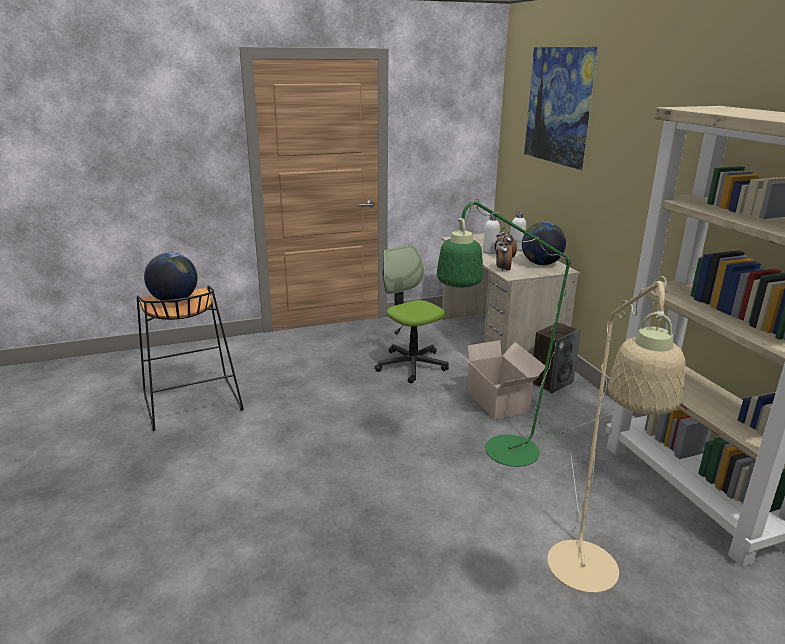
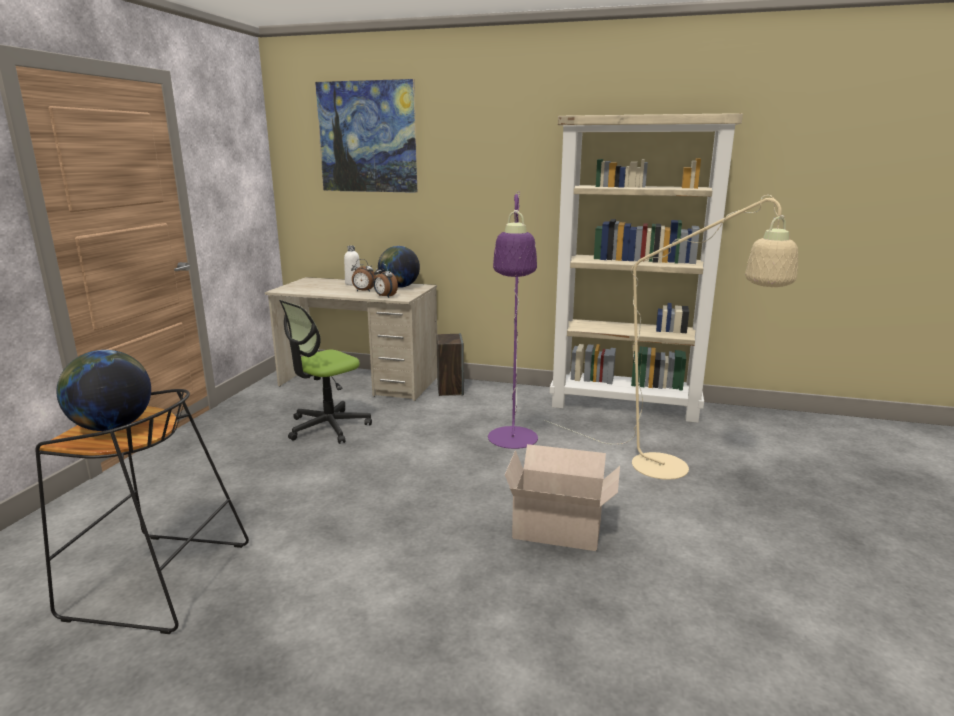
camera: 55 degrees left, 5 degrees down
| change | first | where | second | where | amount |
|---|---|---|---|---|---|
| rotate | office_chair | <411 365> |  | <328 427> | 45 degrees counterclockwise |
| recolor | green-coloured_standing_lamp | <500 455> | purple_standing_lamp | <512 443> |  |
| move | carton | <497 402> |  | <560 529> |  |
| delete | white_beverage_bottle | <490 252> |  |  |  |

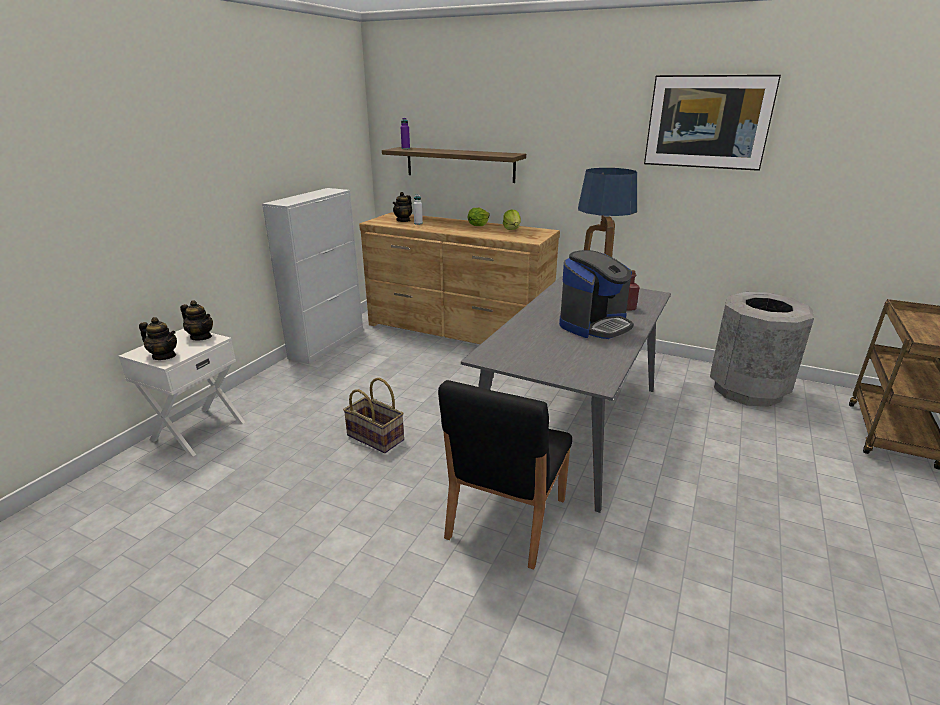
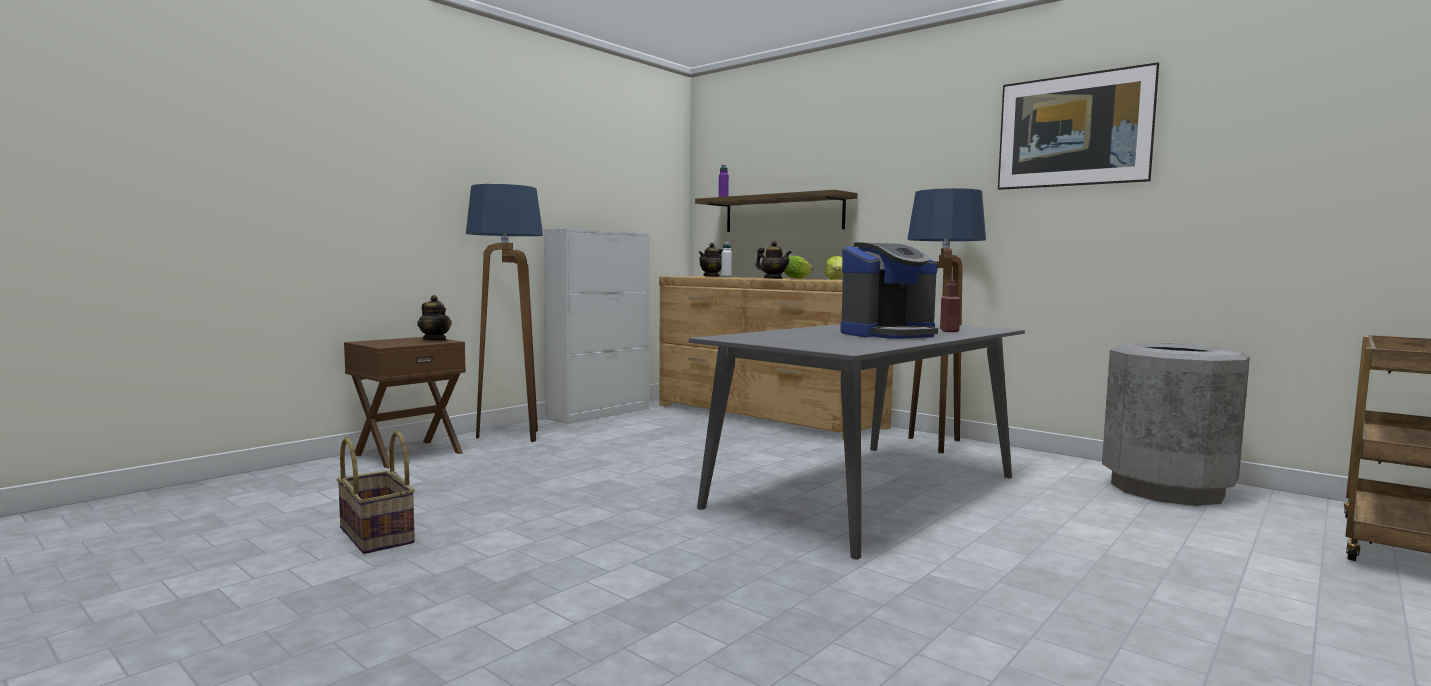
camera: 15 degrees right, 20 degrees down
| change | first | where | second | where | amount |
|---|---|---|---|---|---|
| move | household_basket | <376 437> |  | <378 535> |  |
| recolor | white_bedside_table | <197 430> | brownish_bedside_table | <408 453> |  |
| insert |  |  | standing_lamp | <508 437> |  |
| move | tea_pot | <164 356> |  | <773 278> |  |
| delete | black-coloured_chair | <505 519> |  |  |  |

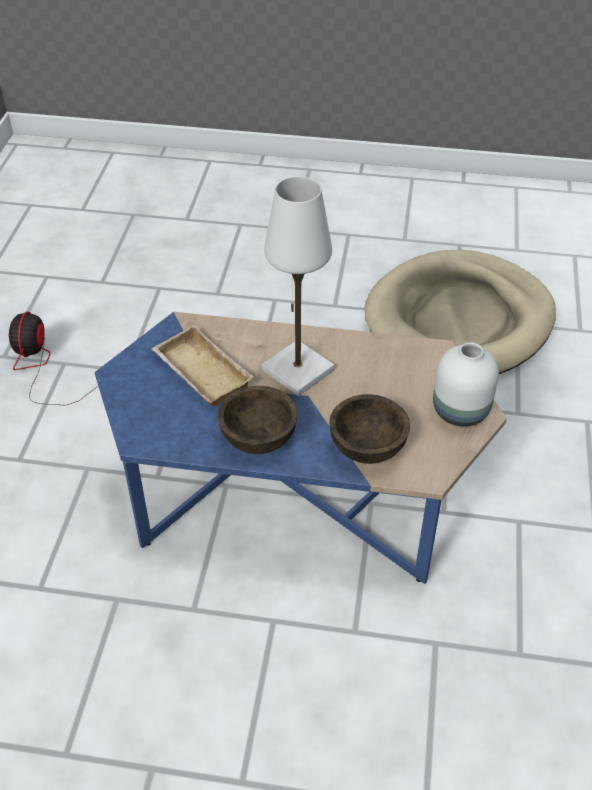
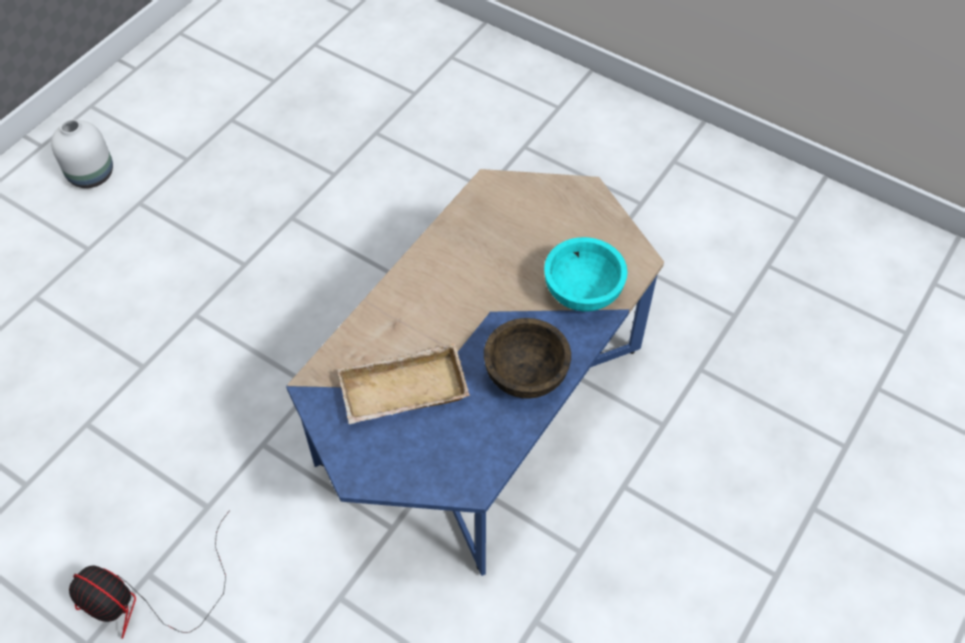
camera: 65 degrees left, 10 degrees up
| change | first | where | second | where | amount |
|---|---|---|---|---|---|
| move | white_decorative_vase | <458 410> |  | <90 175> |  |
| recolor | brownish_deep_dish | <368 447> | turquoise-coloured_deep_dish | <583 291> |  |
| delete | white_tabletop_lamp | <297 370> |  |  |  |
| delete | sand-coloured_dog_bed | <459 320> |  |  |  |

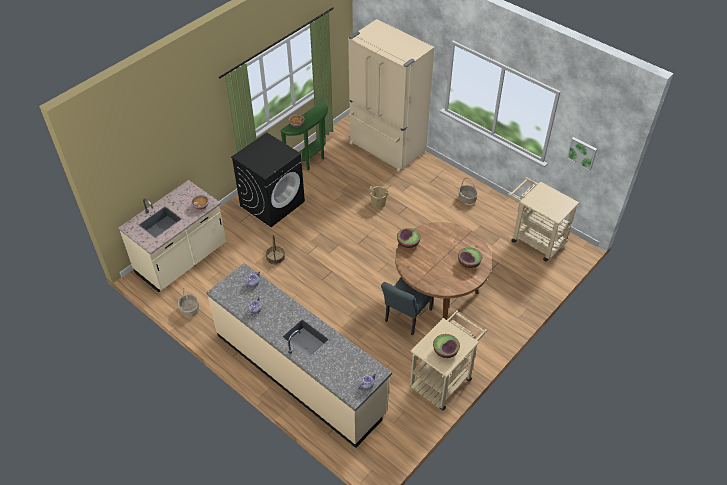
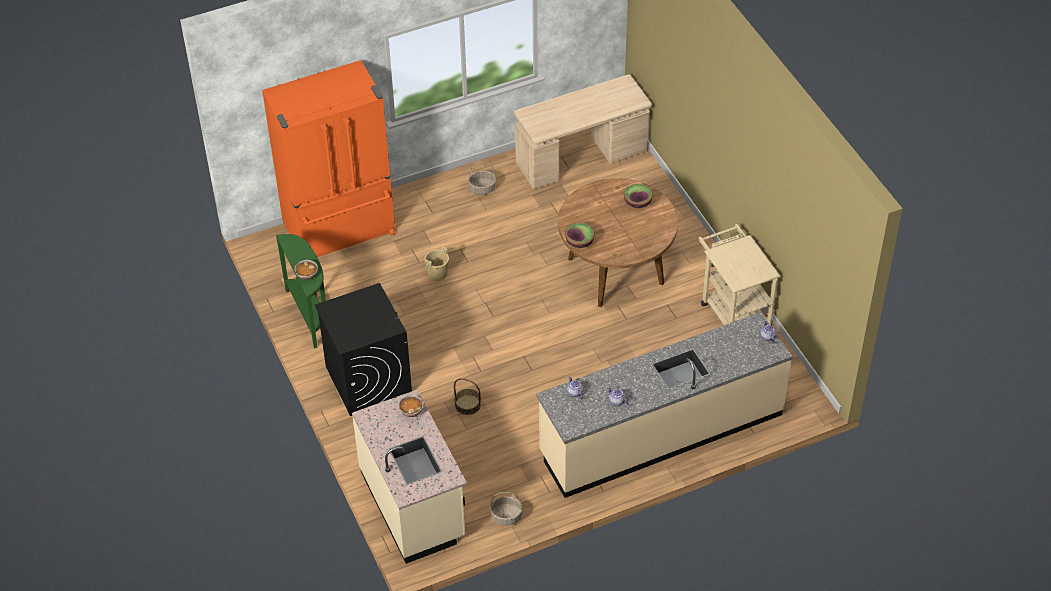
camera: 65 degrees left, 0 degrees up
| change | first | where | second | where | amount |
|---|---|---|---|---|---|
| recolor | sand-coloured_refrigerator | <386 148> | orange_refrigerator | <340 230> |  |
| replace | sand-coloured_wheeled_cart | <534 239> | sand-coloured_desk_table | <581 158> |  |
| delete | gray_chair | <406 318> |  |  |  |
| delete | deep_dish | <445 351> |  |  |  |
| delete | picture | <582 153> |  |  |  |

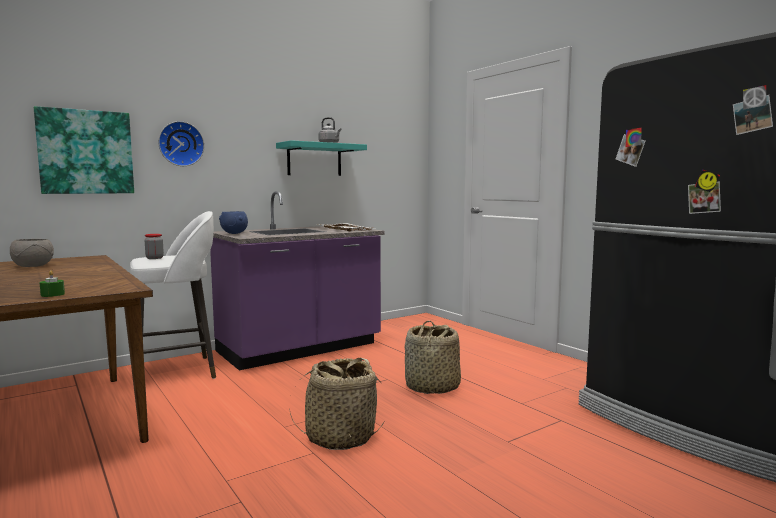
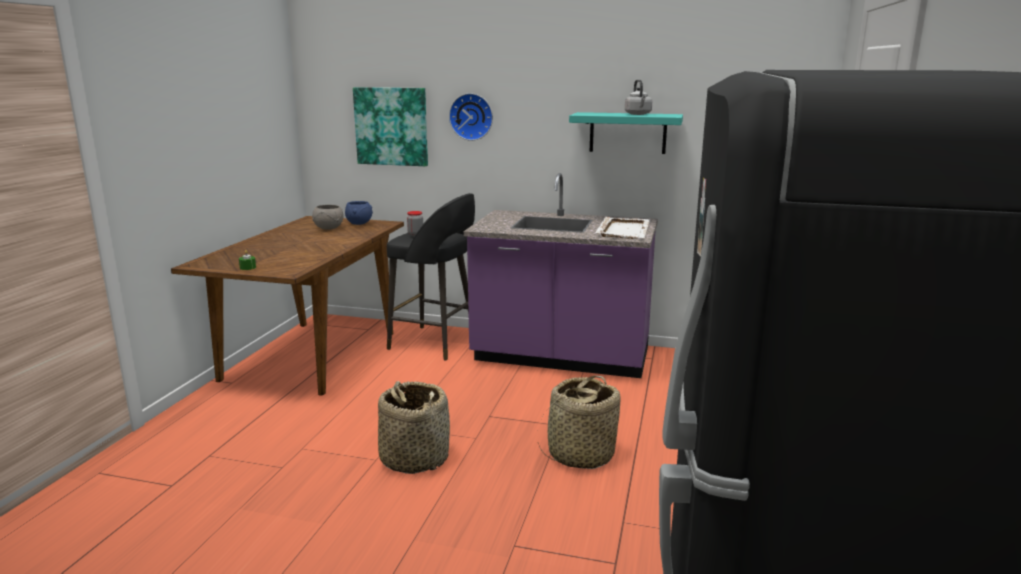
camera: 50 degrees right, 10 degrees up
| change | first | where | second | where | amount |
|---|---|---|---|---|---|
| move | bluish_deep_dish | <233 233> |  | <359 224> |  |
| recolor | white_stool | <178 372> | black-coloured_stool | <435 343> |  |

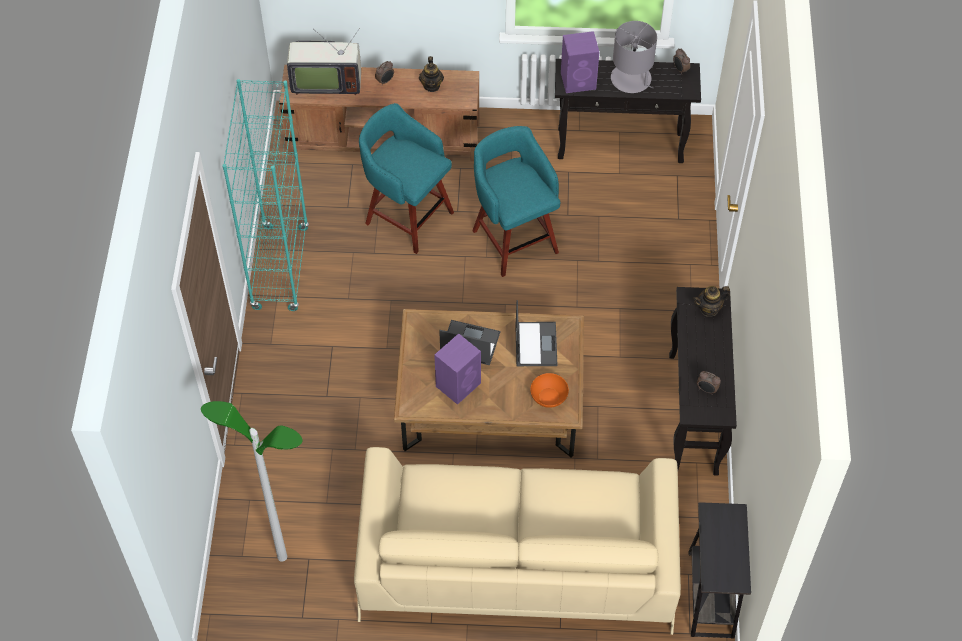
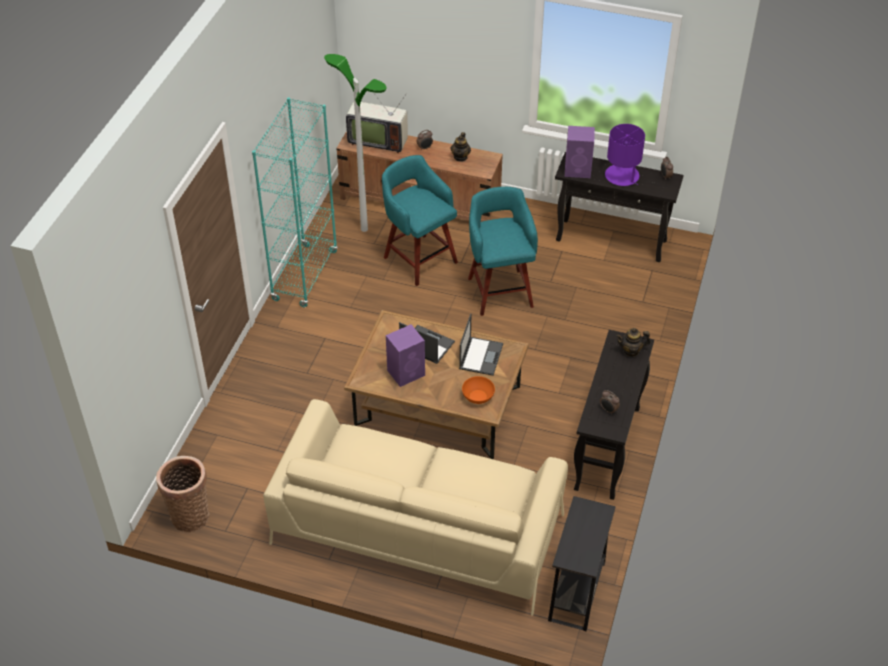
camera: 15 degrees right, 10 degrees down
| change | first | where | second | where | amount |
|---|---|---|---|---|---|
| insert |  |  | household_basket | <190 514> |  |
| move | standing_lamp | <282 557> |  | <364 229> |  |
| recolor | gray_tabletop_lamp | <631 79> | purple_tabletop_lamp | <622 176> |  |

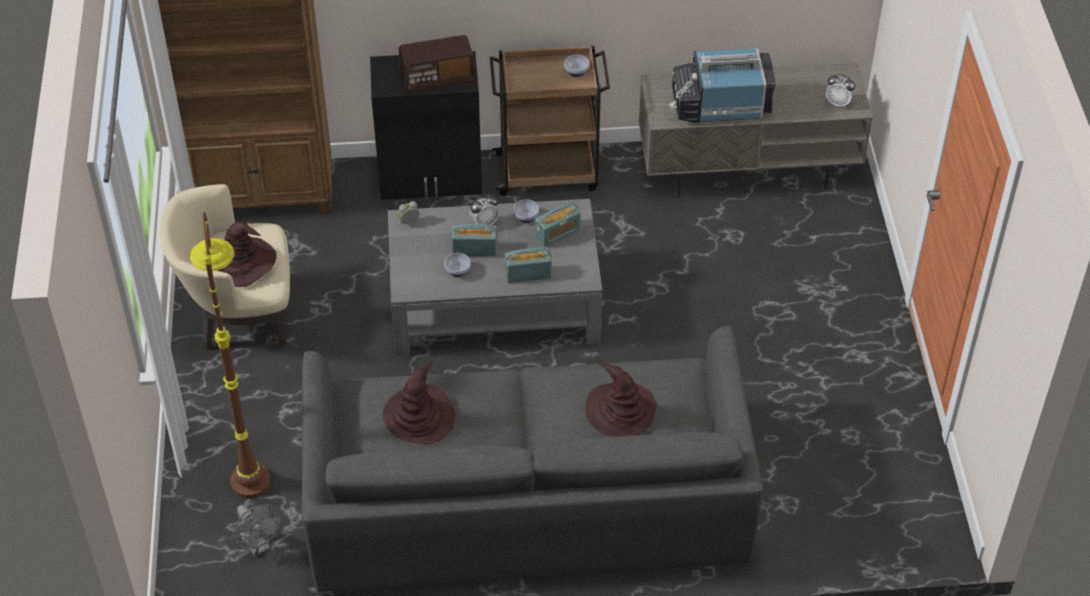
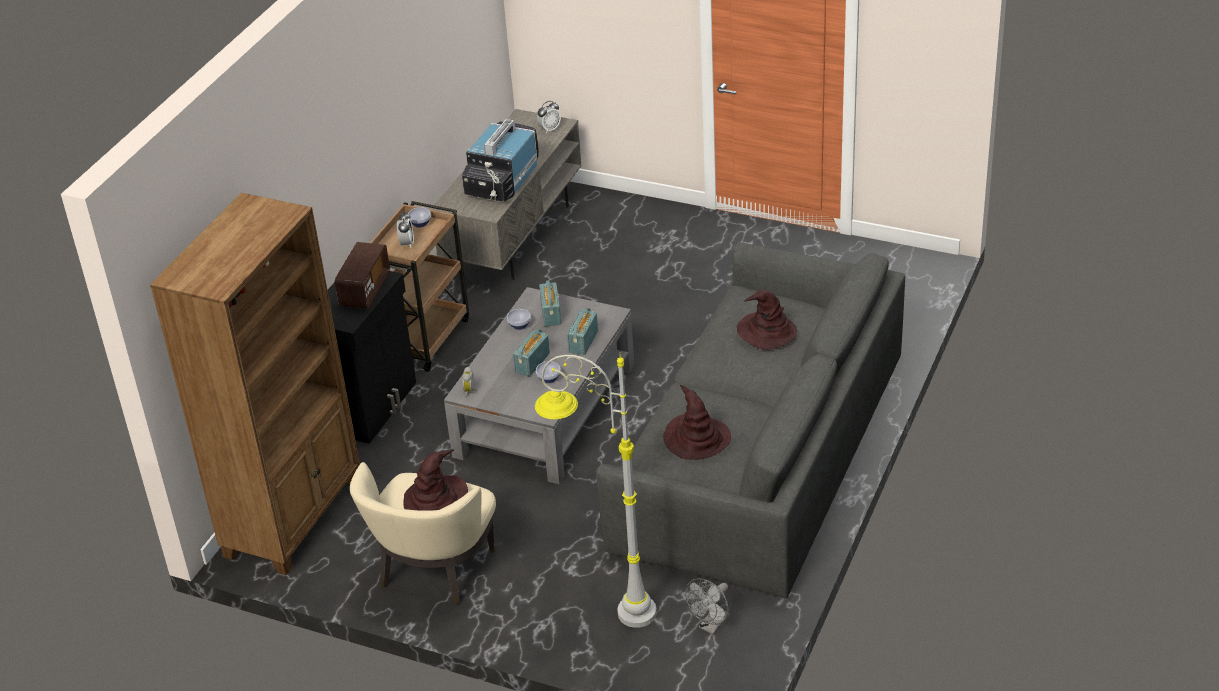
camera: 60 degrees left, 10 degrees down
| change | first | where | second | where | amount |
|---|---|---|---|---|---|
| move | bedside_clock | <484 223> |  | <407 243> |  |
| recolor | brownish_standing_lamp | <248 455> | gray_standing_lamp | <605 607> |  |
| rotate | gray_electric_fan | <258 546> |  | <711 626> | 135 degrees clockwise |

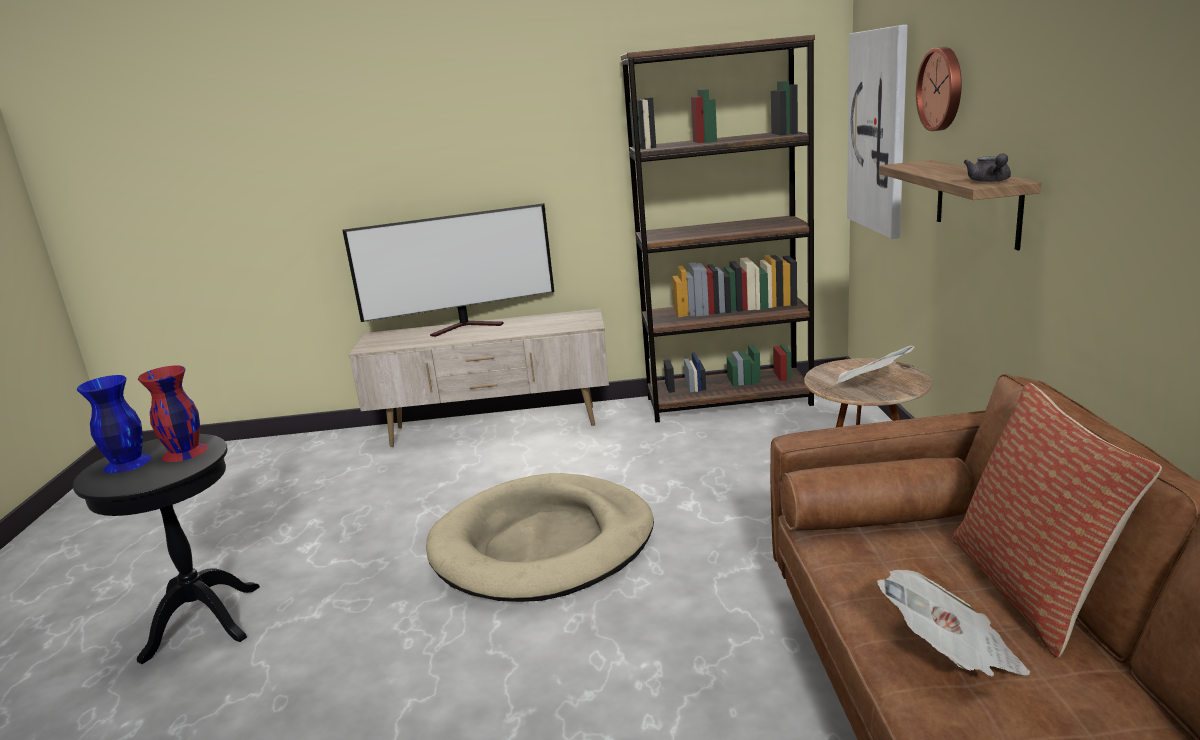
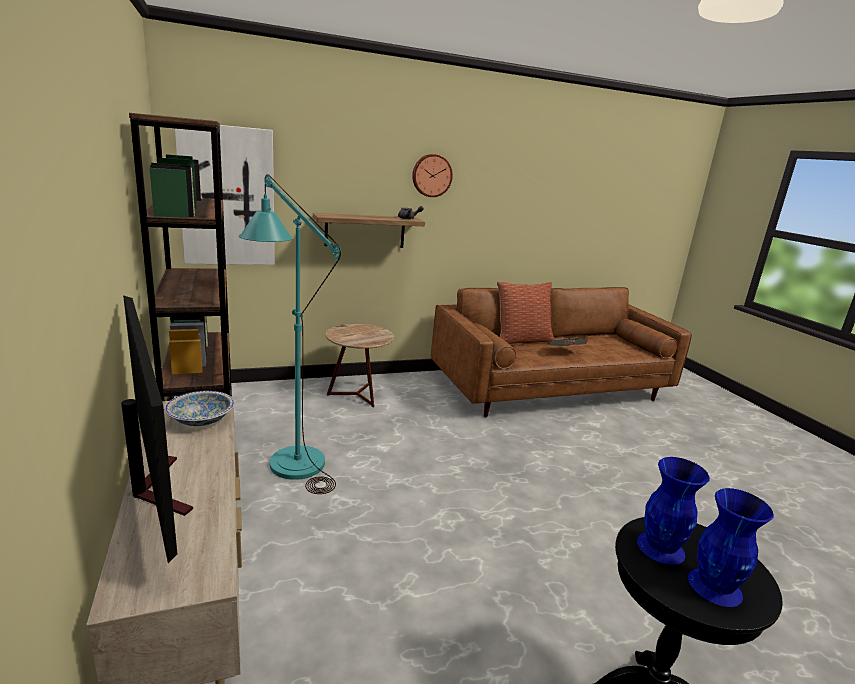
camera: 110 degrees left, 0 degrees up
| change | first | where | second | where | amount |
|---|---|---|---|---|---|
| insert |  |  | deep_dish | <201 420> |  |
| insert |  |  | turquoise-coloured_standing_lamp | <290 456> |  |
| move | hanging_clock | <942 89> |  | <431 175> |  |
| recolor | reddish_decorative_vase | <184 452> | bluish_decorative_vase | <661 548> |  |
| delete | sand-coloured_dog_bed | <543 544> |  |  |  |
| delete | daily_paper | <870 385> |  |  |  |

